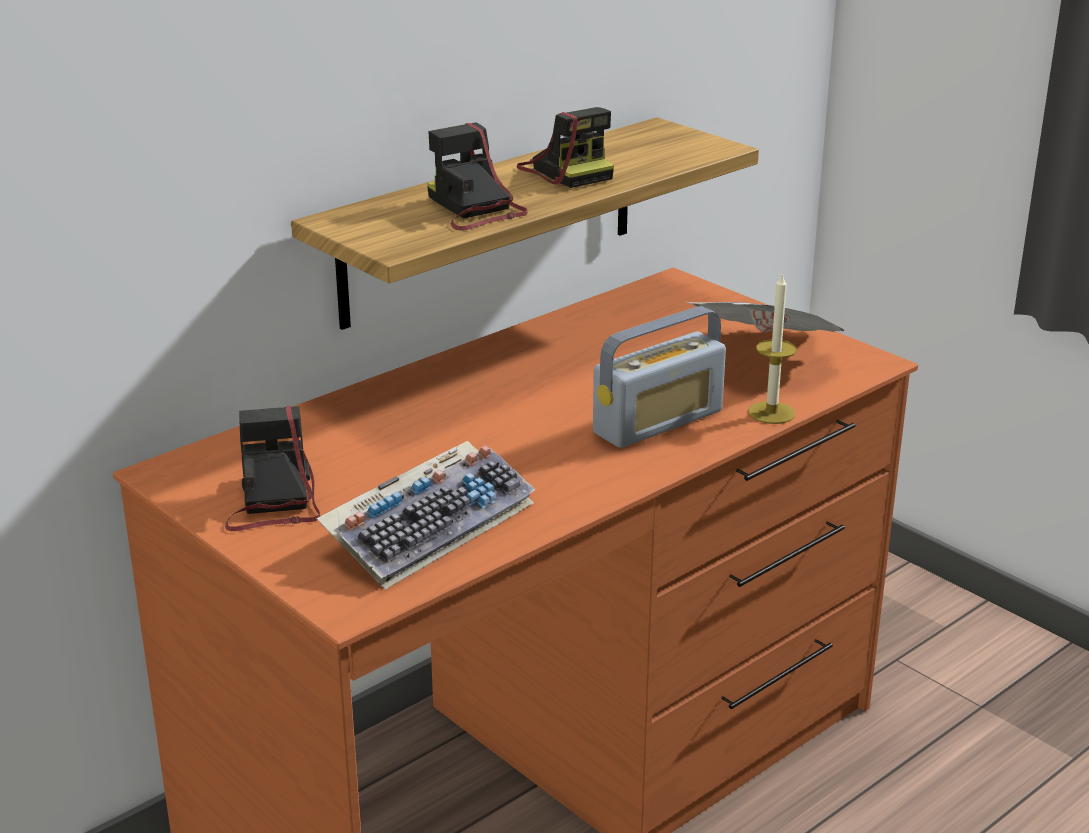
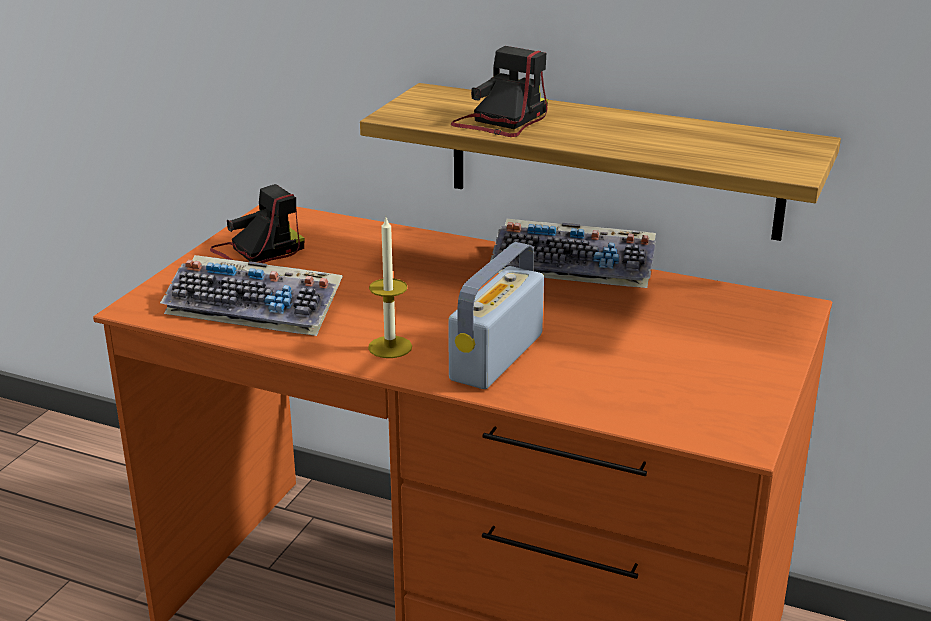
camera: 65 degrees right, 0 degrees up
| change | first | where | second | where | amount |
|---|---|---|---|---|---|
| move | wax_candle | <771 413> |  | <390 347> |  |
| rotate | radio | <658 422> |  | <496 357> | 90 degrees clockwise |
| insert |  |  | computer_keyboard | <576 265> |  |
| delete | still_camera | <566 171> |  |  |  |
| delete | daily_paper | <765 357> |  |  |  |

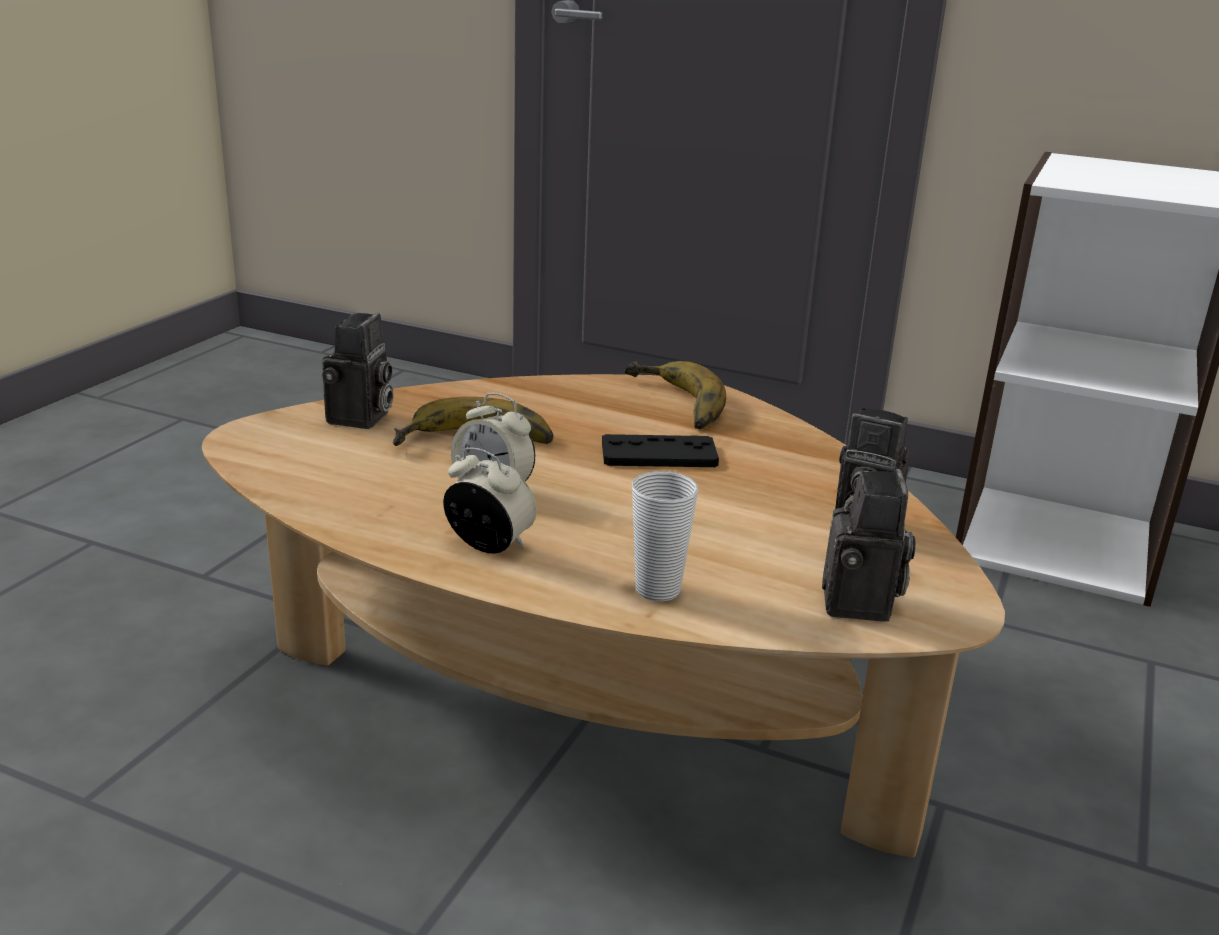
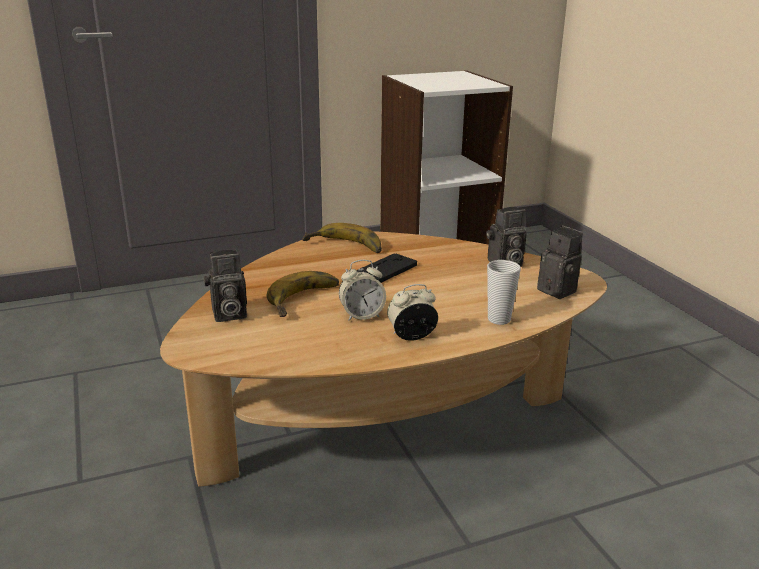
camera: 45 degrees left, 0 degrees up
| change | first | where | second | where | amount |
|---|---|---|---|---|---|
| rotate | still_camera | <360 419> |  | <227 315> | 105 degrees clockwise |

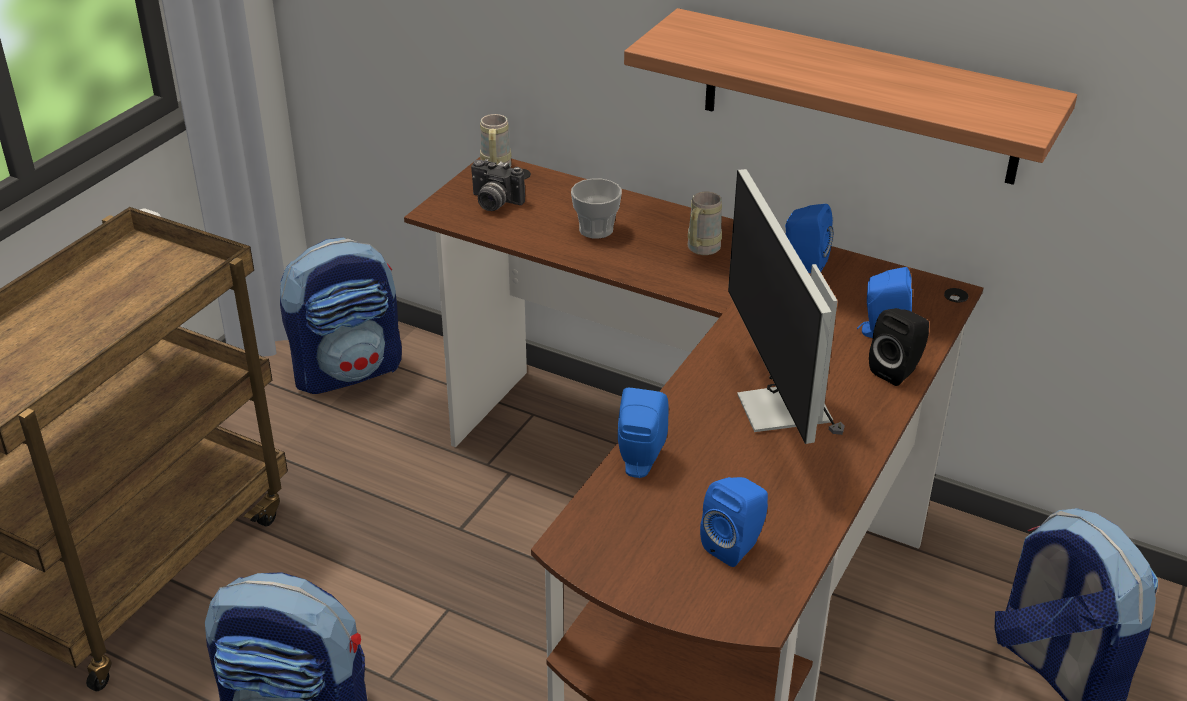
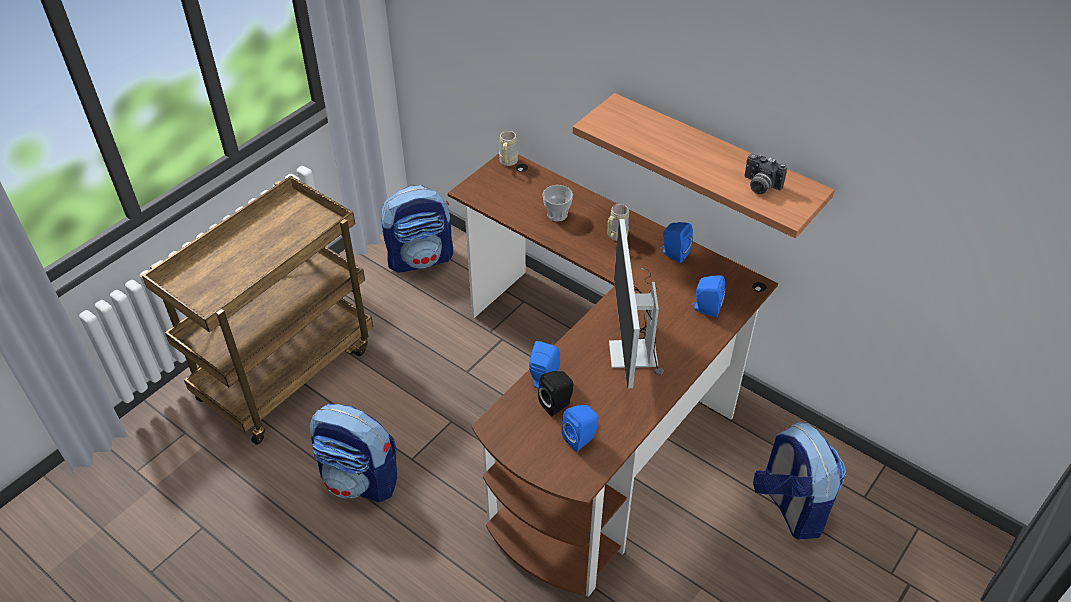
camera: 10 degrees right, 10 degrees up
| change | first | where | second | where | amount |
|---|---|---|---|---|---|
| move | black-coloured_speaker | <898 371> |  | <557 404> |  |
| move | still_camera | <494 203> |  | <760 186> |  |

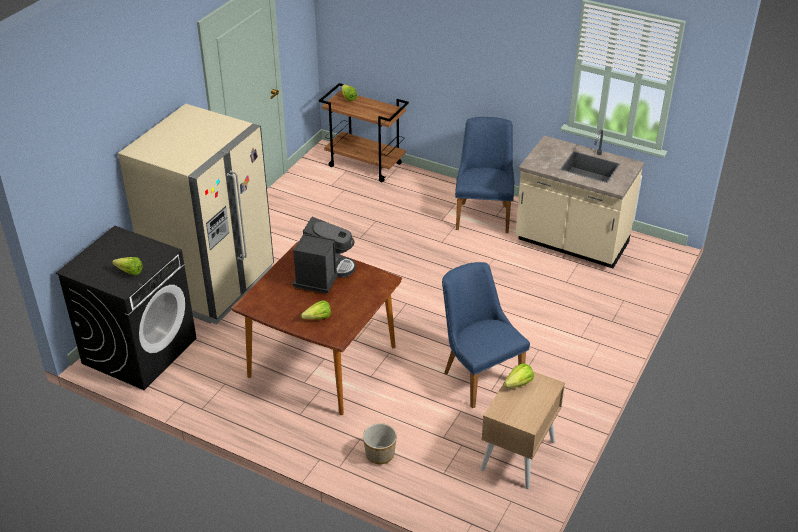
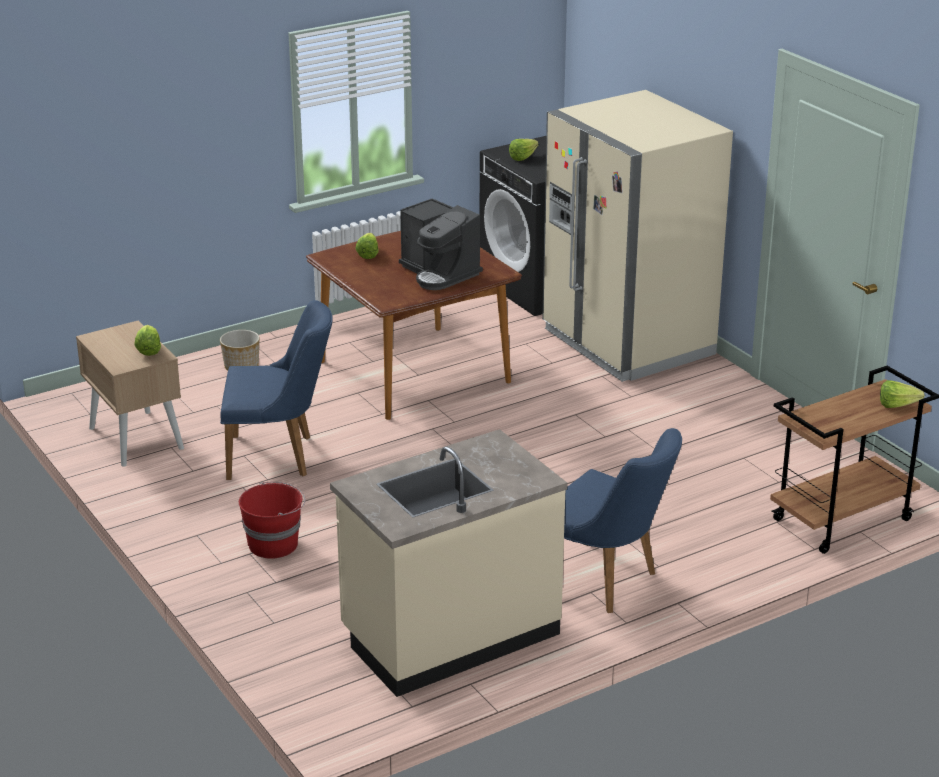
camera: 120 degrees right, 10 degrees down
| change | first | where | second | where | amount |
|---|---|---|---|---|---|
| insert |  |  | reddish_bucket | <274 544> |  |

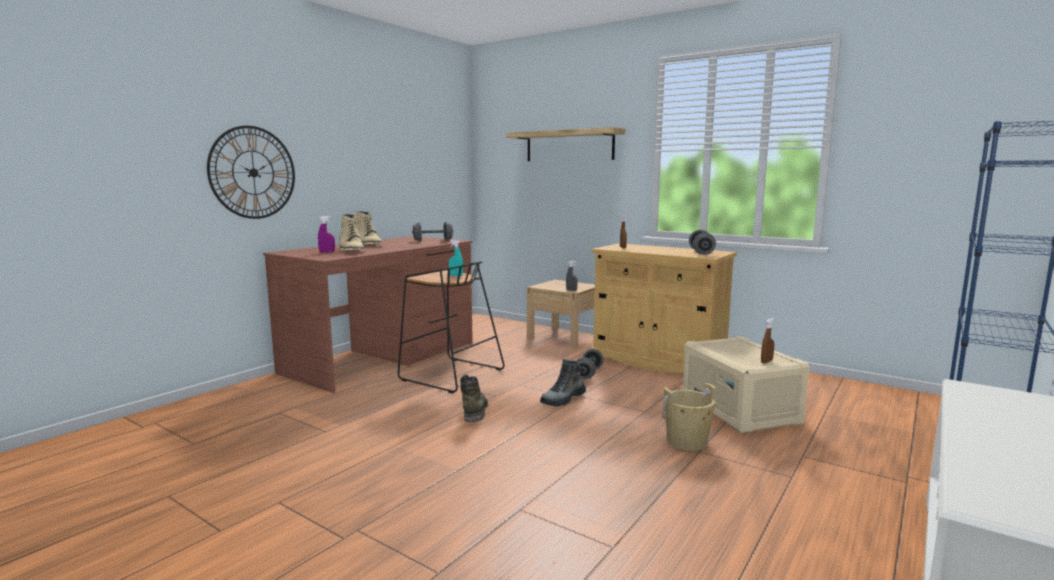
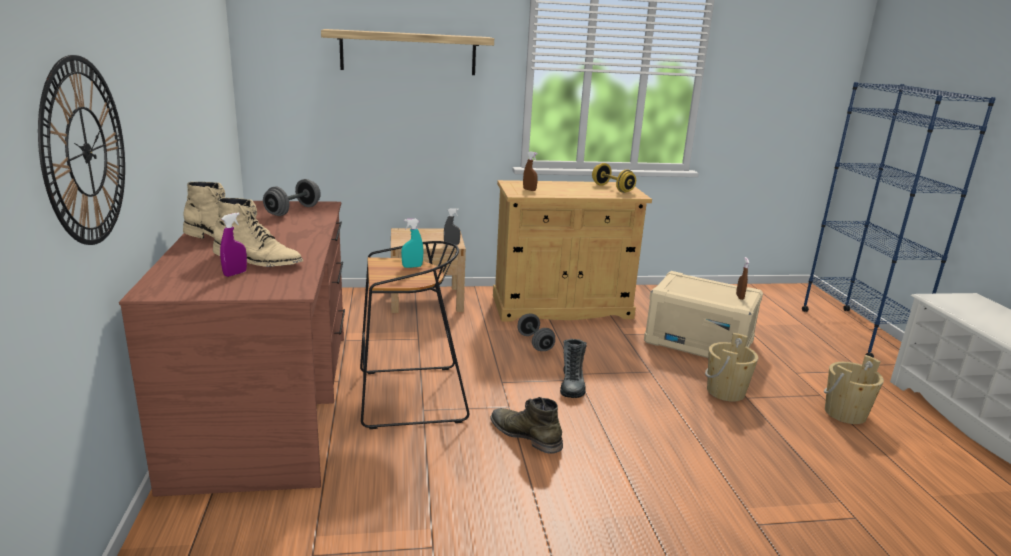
camera: 45 degrees left, 10 degrees up
| change | first | where | second | where | amount |
|---|---|---|---|---|---|
| recolor | gray_hand_weight | <701 252> | yellowish_hand_weight | <612 188> |  |
| insert |  |  | sand-coloured_bucket | <845 413> |  |

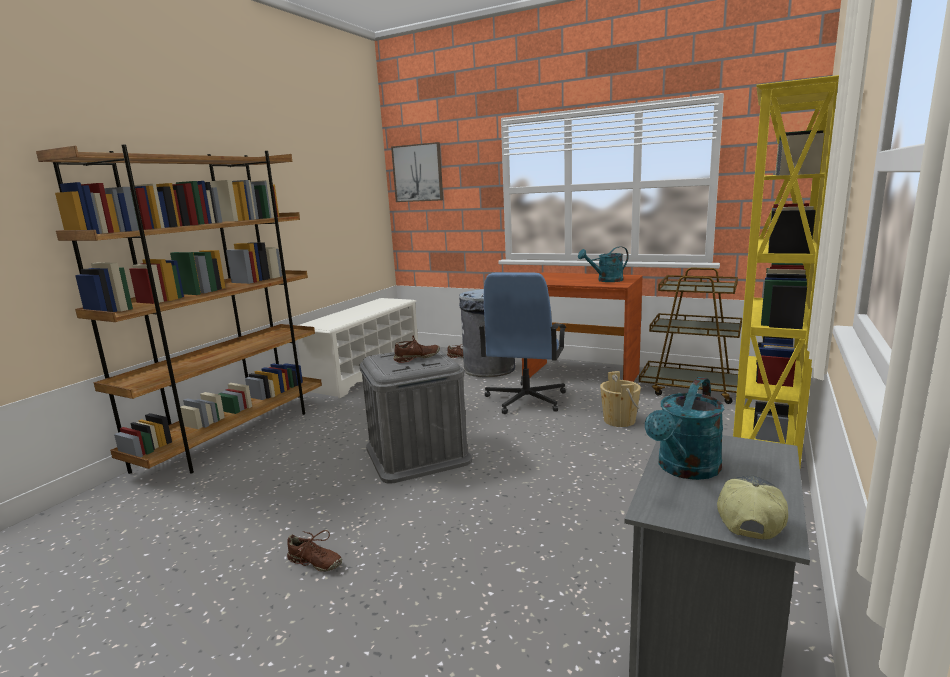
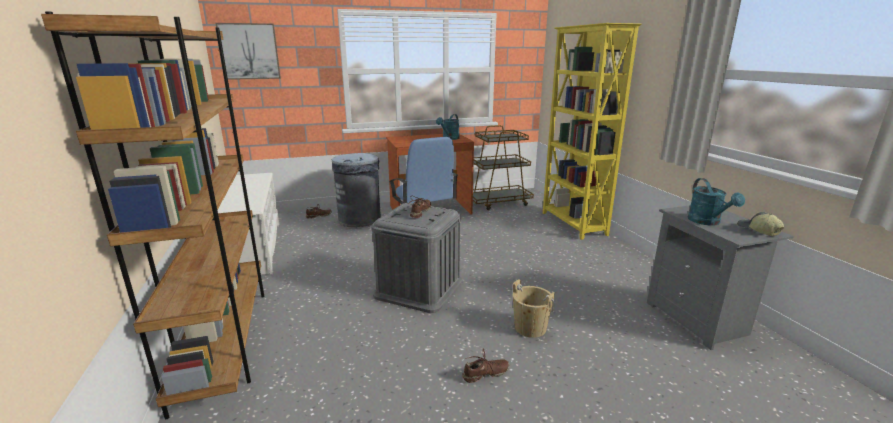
camera: 45 degrees left, 5 degrees up
| change | first | where | second | where | amount |
|---|---|---|---|---|---|
| move | sand-coloured_bucket | <619 420> |  | <530 328> |  |

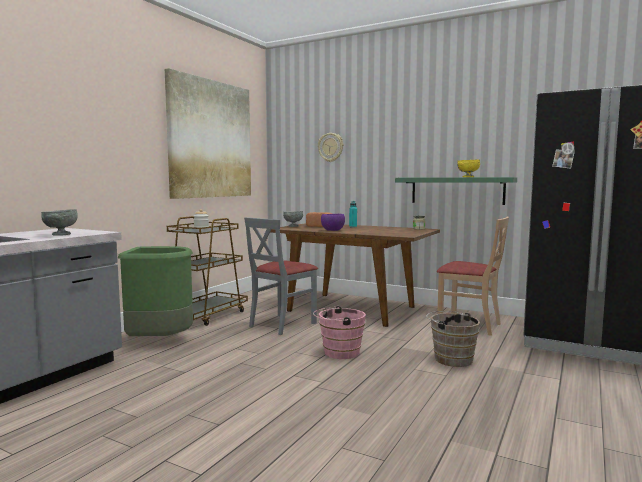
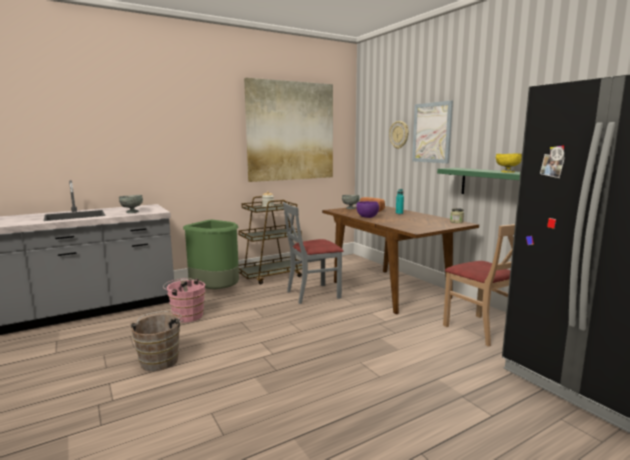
camera: 30 degrees right, 5 degrees up
| change | first | where | second | where | amount |
|---|---|---|---|---|---|
| move | brownish_bucket | <451 358> |  | <160 359> |  |
| move | pink_bucket | <338 352> |  | <186 315> |  |
| insert |  |  | picture | <432 132> |  |

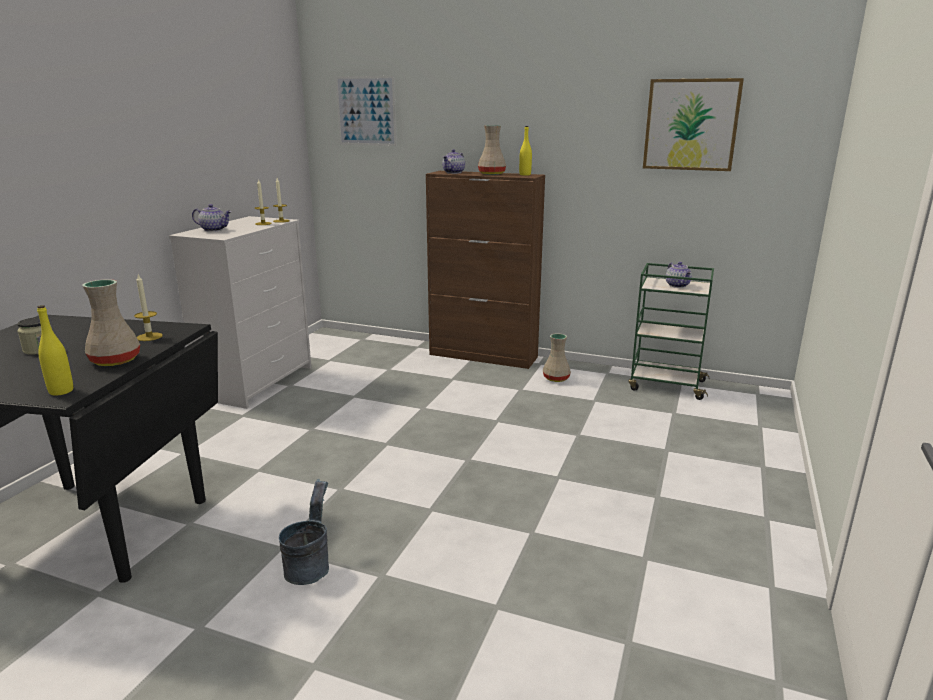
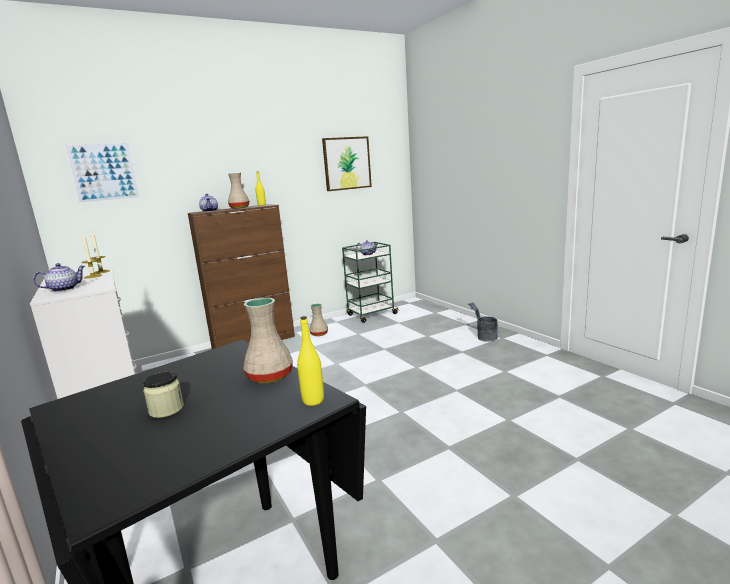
camera: 50 degrees left, 5 degrees down
| change | first | where | second | where | amount |
|---|---|---|---|---|---|
| move | gray_bucket | <310 565> |  | <484 337> |  |
| delete | wax_candle | <149 337> |  |  |  |

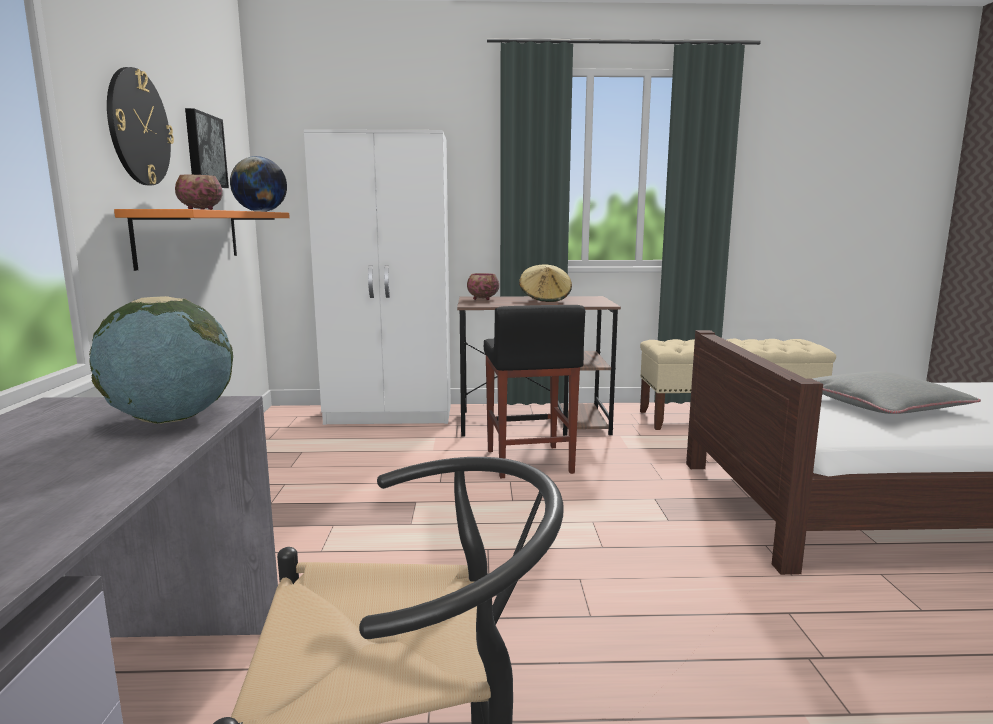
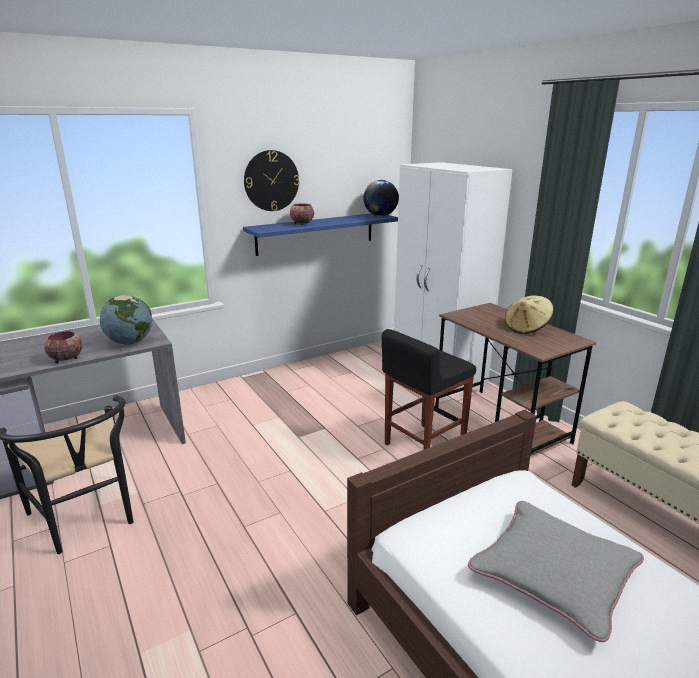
camera: 60 degrees right, 10 degrees up
| change | first | where | second | where | amount |
|---|---|---|---|---|---|
| move | deep_dish | <482 299> |  | <66 359> |  |
| recolor | orange_shelf | <190 236> | bluish_shelf | <316 233> |  |
| delete | picture | <204 150> |  |  |  |

